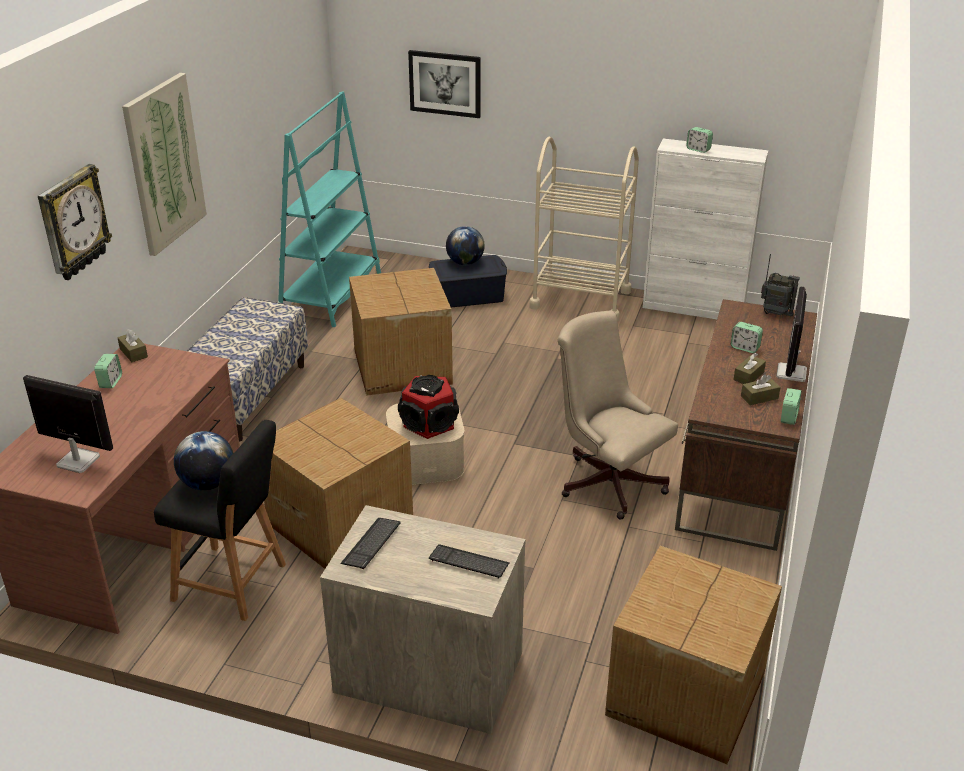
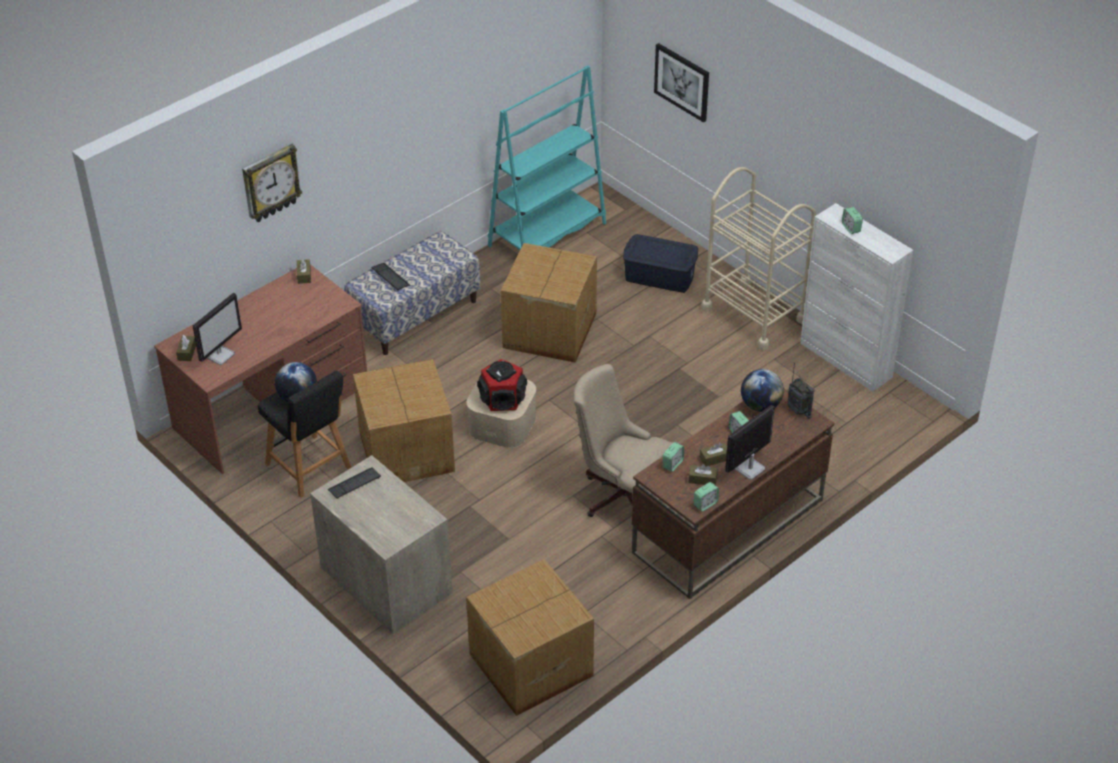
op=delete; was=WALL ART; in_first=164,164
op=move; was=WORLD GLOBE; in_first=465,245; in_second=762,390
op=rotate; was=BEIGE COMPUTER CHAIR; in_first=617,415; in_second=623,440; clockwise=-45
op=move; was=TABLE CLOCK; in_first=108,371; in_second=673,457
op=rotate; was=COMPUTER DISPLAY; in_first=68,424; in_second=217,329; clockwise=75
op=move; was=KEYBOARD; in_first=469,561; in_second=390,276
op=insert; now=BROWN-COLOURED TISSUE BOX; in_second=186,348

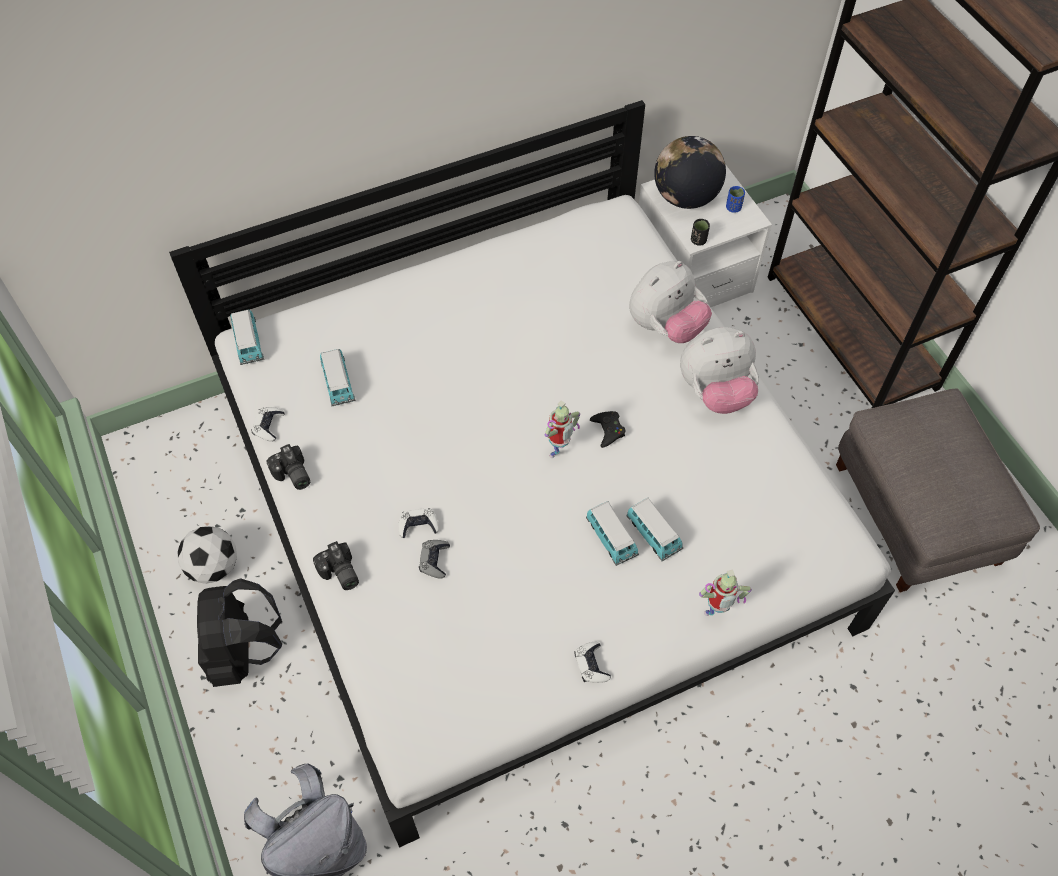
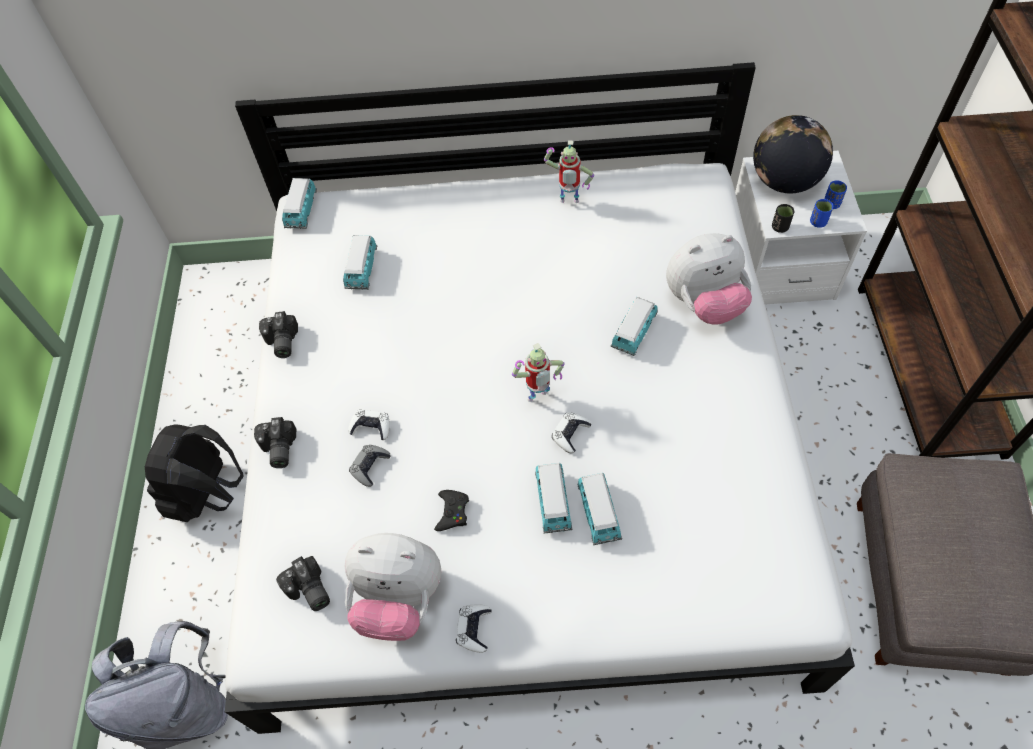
op=move; was=PLUSH TOY; in_first=719,370; in_second=392,587
op=move; was=WHITE-COLOURED GAMEPAD; in_first=268,424; in_second=571,432
op=move; was=BLACKISH GAMEPAD; in_first=607,429; in_second=451,510
op=delete; was=FOOTBALL; in_first=207,555
op=move; was=TOY ROBOT; in_first=725,592; in_second=569,172
op=insert; now=BLUISH DRINKING CUP; in_second=821,213
op=insert; now=MODEL CAR; in_second=634,326
op=insert; now=PHOTO CAMERA; in_second=303,583

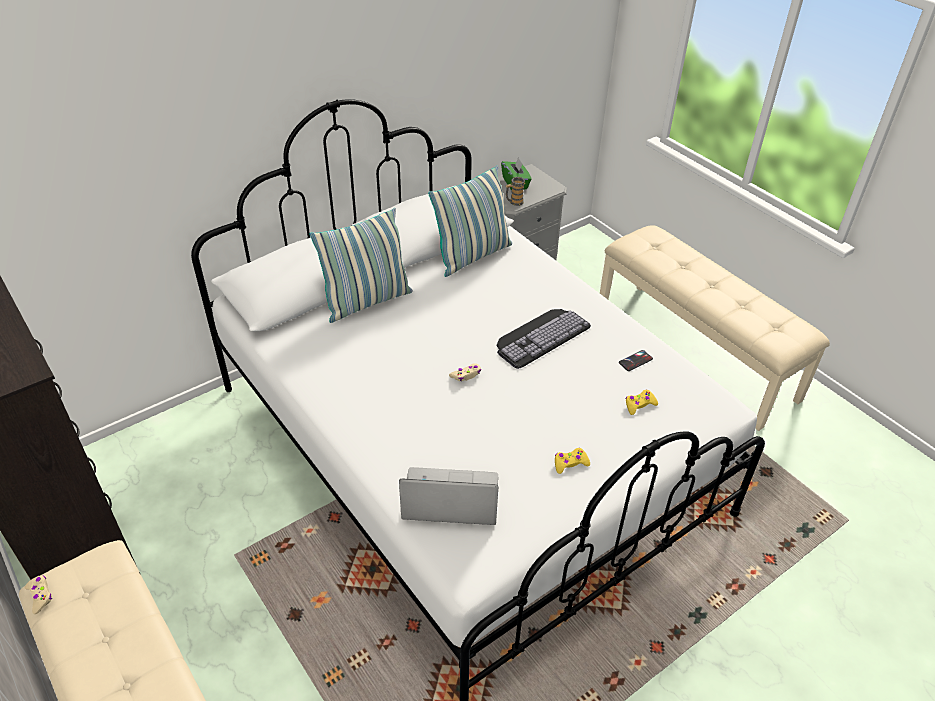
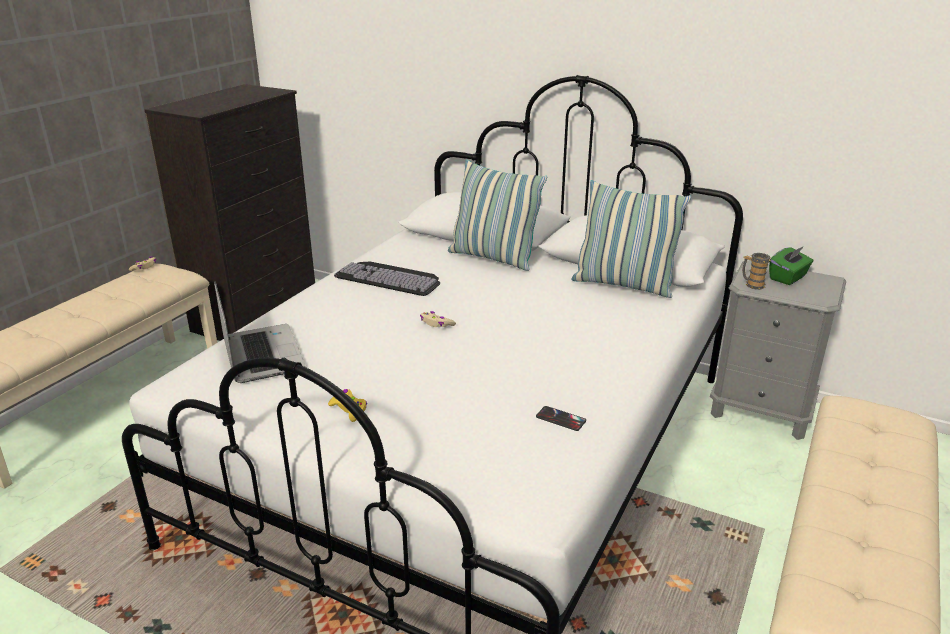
op=move; was=KEYBOARD; in_first=544,339; in_second=387,278
op=delete; was=YELLOW-COLOURED GAMEPAD; in_first=642,402

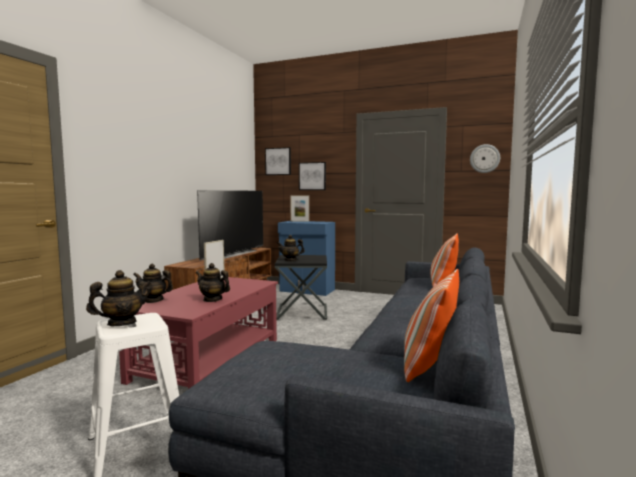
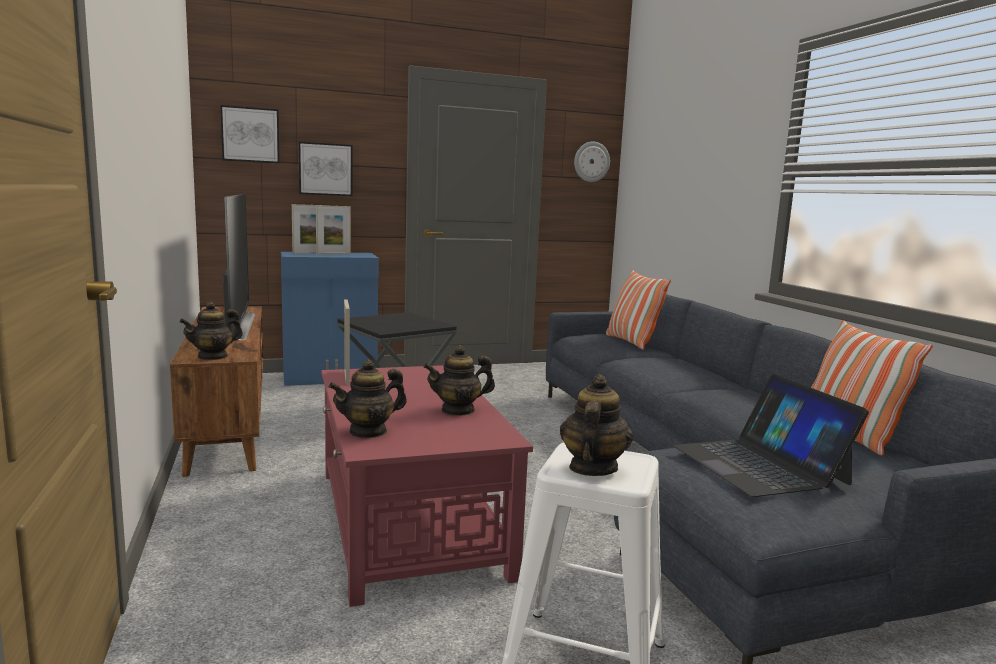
op=move; was=POT FOR TEA; in_first=291,248; in_second=211,330
op=insert; now=PHOTO FRAME; in_second=333,229
op=insert; now=LAPTOP; in_second=771,435

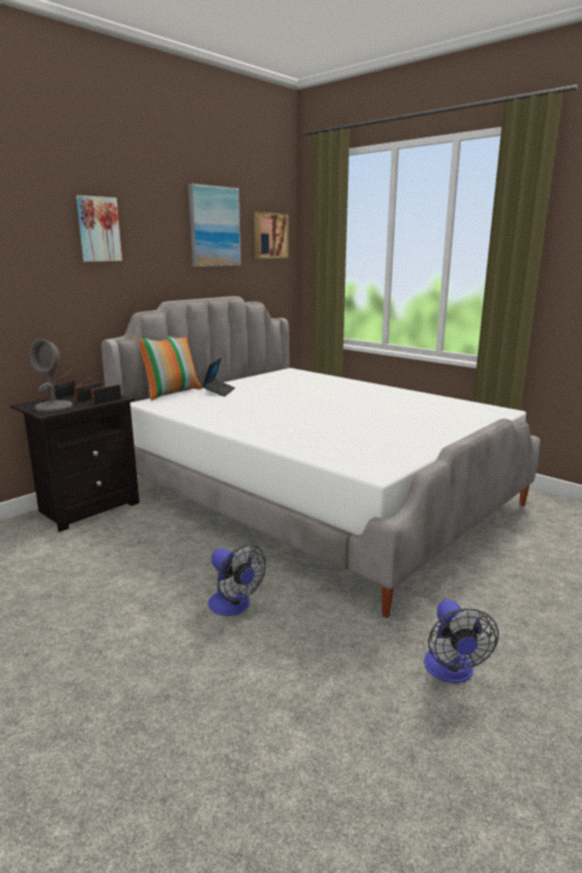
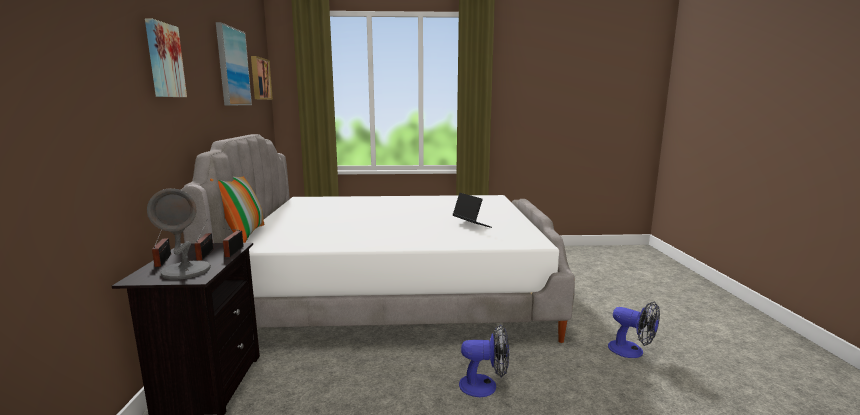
op=move; was=LAPTOP; in_first=218,377; in_second=472,210

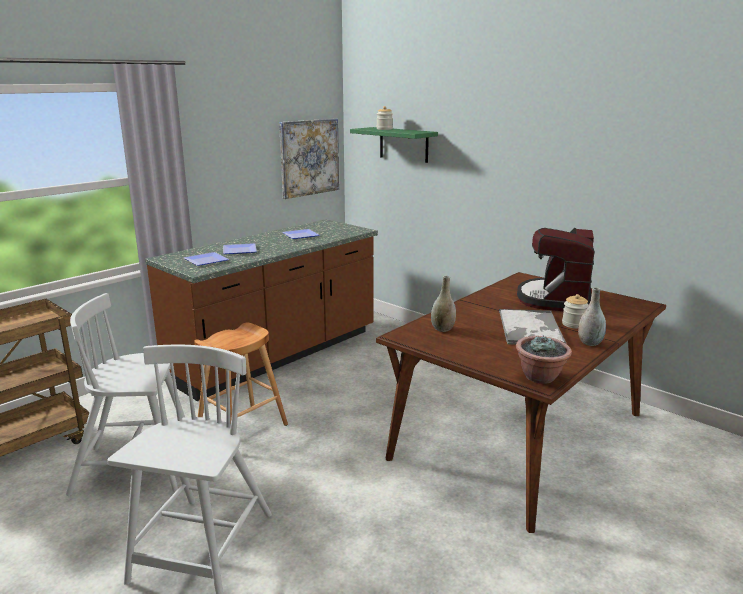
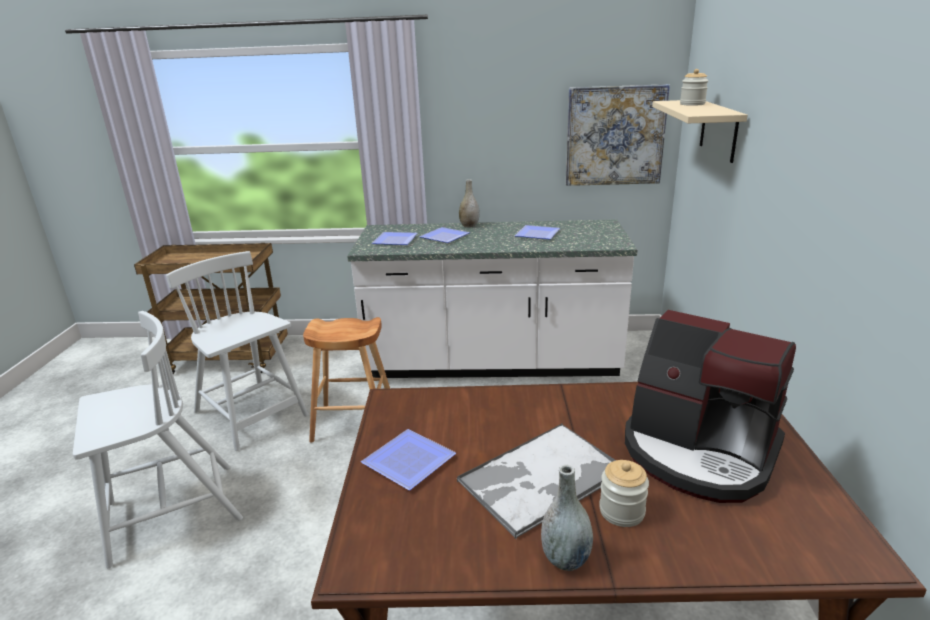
op=recolor; was=GREENISH WALL SHELF; now=BEIGE WALL SHELF; in_first=394,145; in_second=700,131
op=recolor; was=BROWN-COLOURED COUNTER; now=WHITE-COLOURED COUNTER; in_first=261,310; in_second=492,298
op=rotate; was=COFFEE MACHINE; in_first=555,269; in_second=710,406; clockwise=-120
op=move; was=GREYISH DECORATIVE VASE; in_first=443,304; in_second=469,203
op=delete; was=POTTED PLANT; in_first=544,359
op=insert; now=FLAT DISH; in_second=408,459

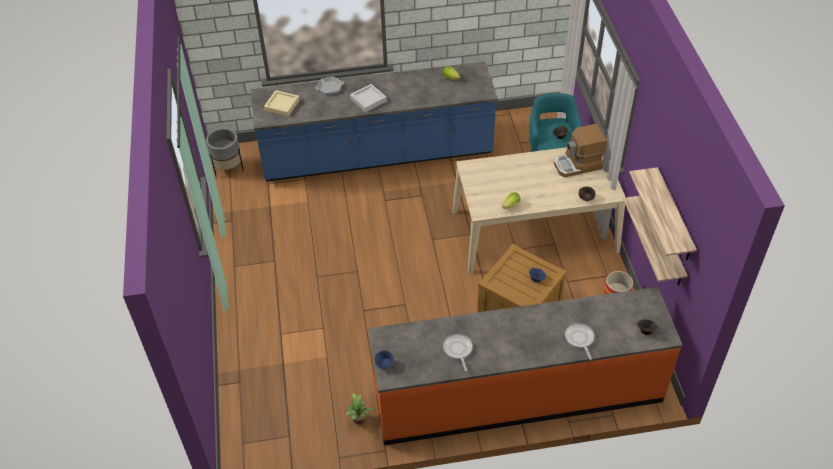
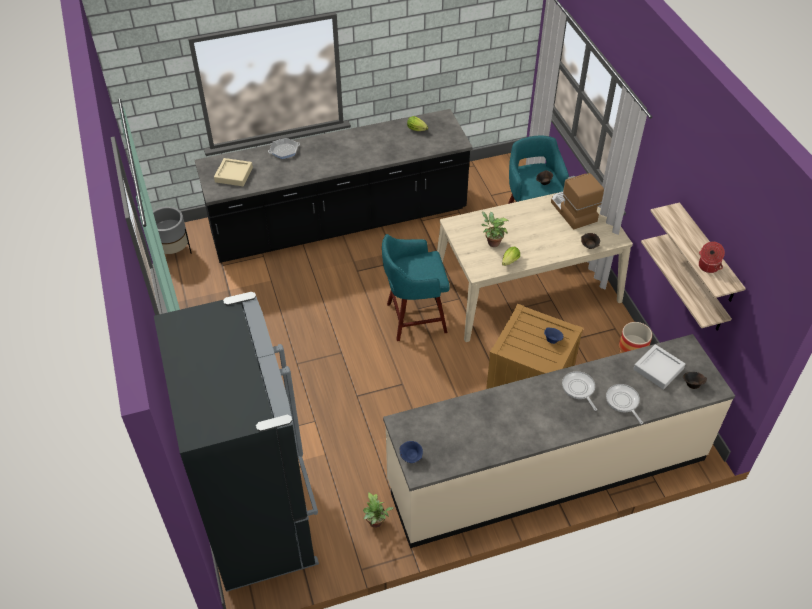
op=recolor; was=BLUISH COUNTER; now=BLACKISH COUNTER; in_first=374,121; in_second=334,186
op=move; was=GREYISH TRAY; in_first=368,98; in_second=659,367
op=rotate; was=COFFEE MACHINE; in_first=580,150; in_second=577,201; clockwise=90
op=recolor; was=ORANGEY COUNTER; now=BEIGE COUNTER; in_first=525,366; in_second=559,441
op=move; was=PAN; in_first=458,352; in_second=579,391
op=insert; now=POTTED PLANT; in_second=494,229
op=insert; now=BLUE-GREEN SITTING STOOL; in_second=416,287
op=insert; now=SAUCEPOT; in_second=712,257
op=insert; now=BLACKISH KITCHEN FRIDGE; in_second=236,442

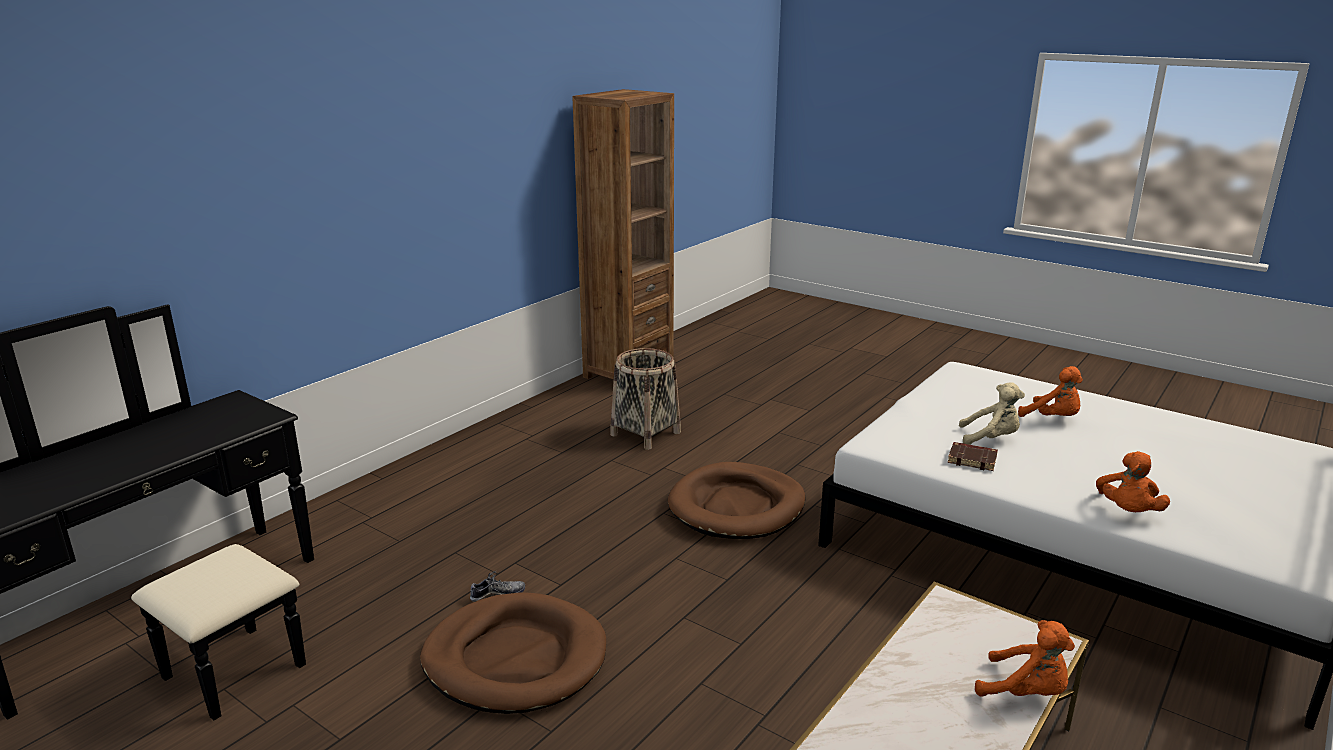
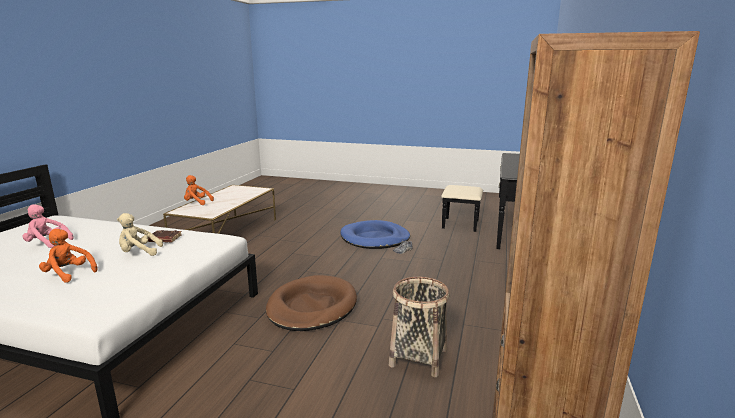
op=delete; was=ORANGEY PLUSH TOY; in_first=1133,481
op=recolor; was=BROWN-COLOURED DOG BED; now=BLUISH DOG BED; in_first=513,653; in_second=375,234
op=insert; now=PINK-COLOURED PLUSH TOY; in_second=48,226

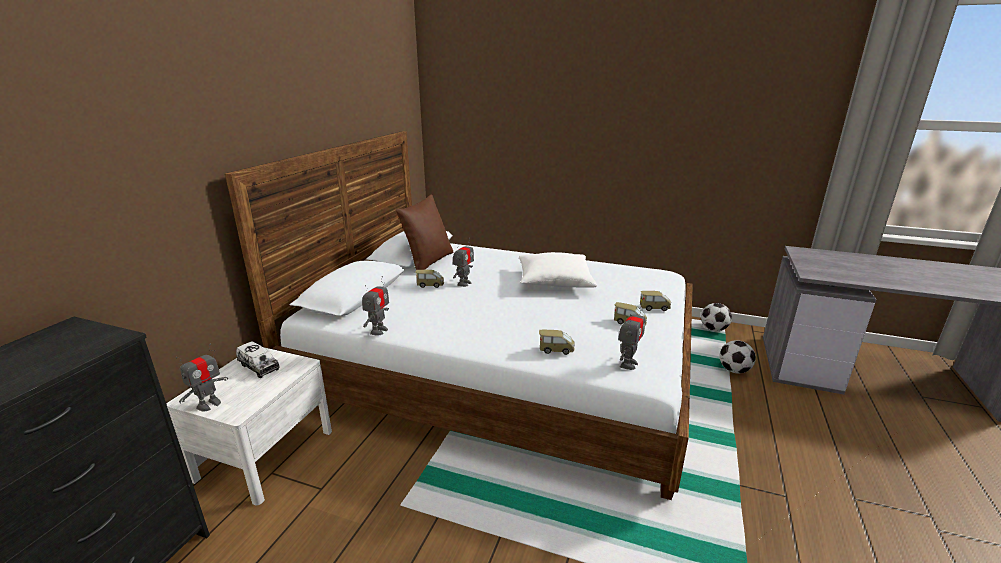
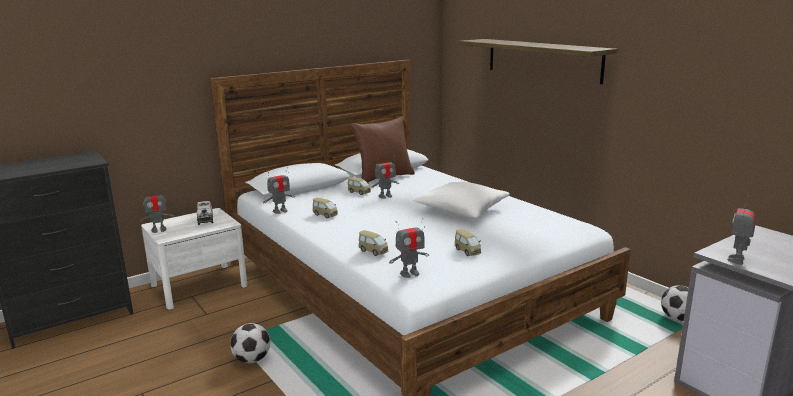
op=move; was=MODEL CAR; in_first=655,301; in_second=325,208
op=move; was=FOOTBALL; in_first=737,356; in_second=250,343
op=insert; now=WALL SHELF; in_second=538,61
op=insert; now=TOY ROBOT; in_second=741,230

